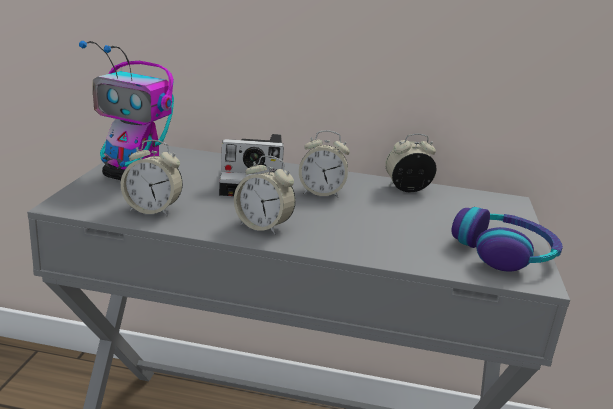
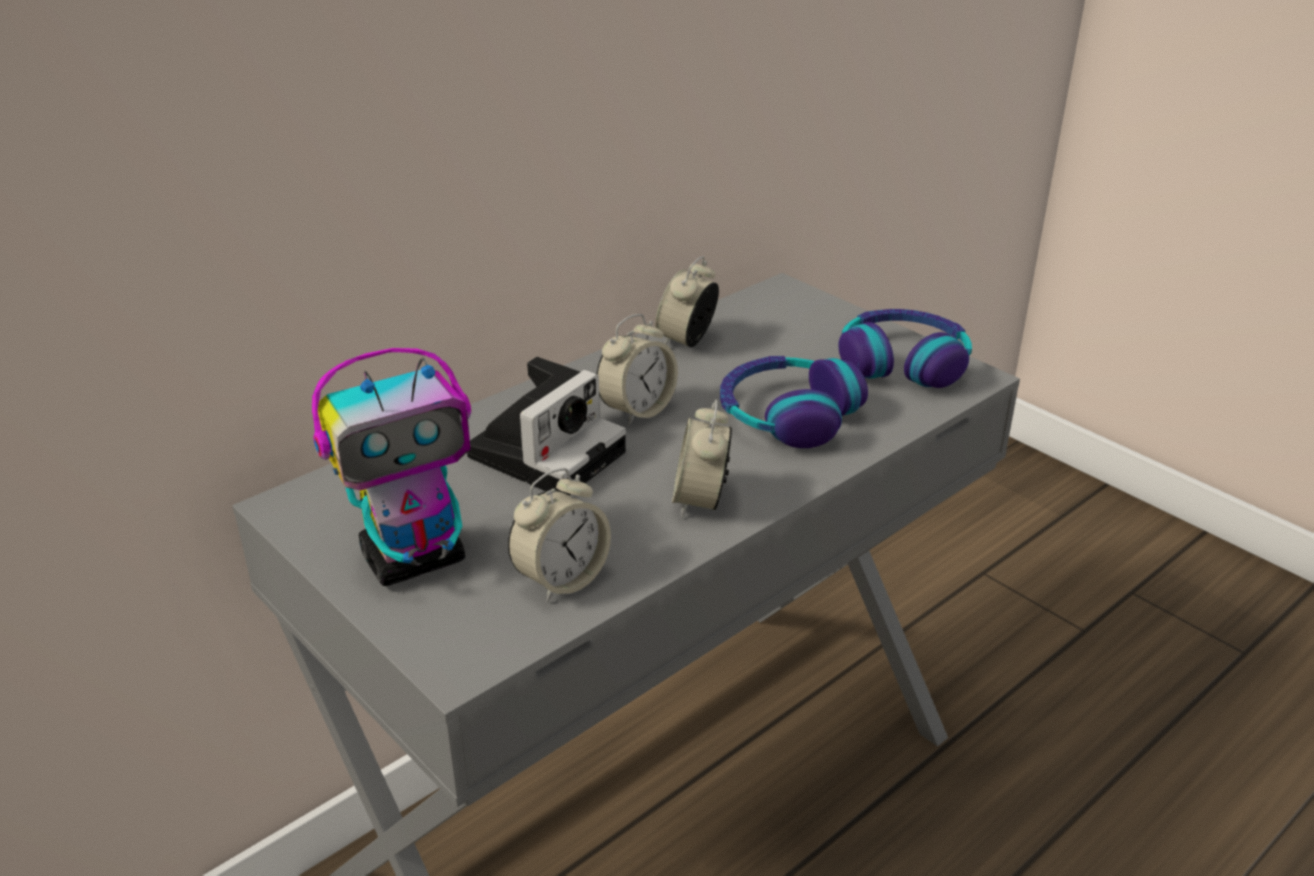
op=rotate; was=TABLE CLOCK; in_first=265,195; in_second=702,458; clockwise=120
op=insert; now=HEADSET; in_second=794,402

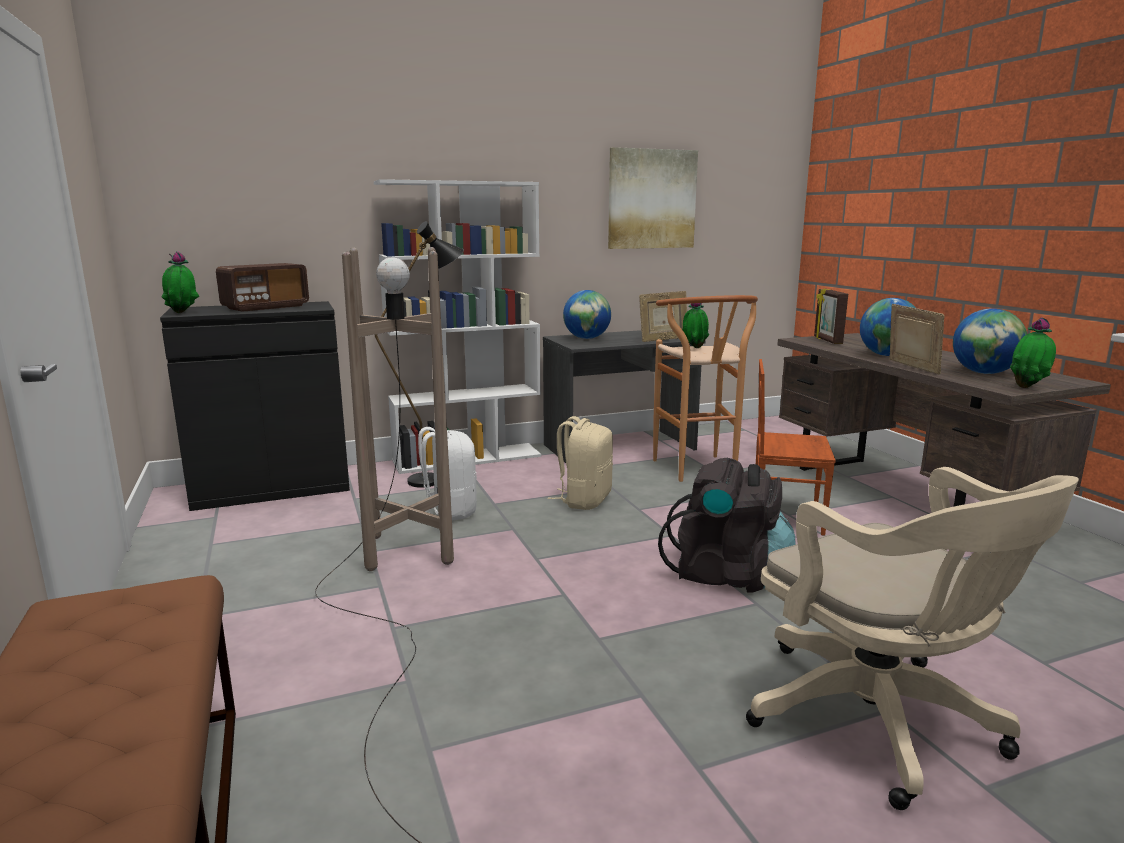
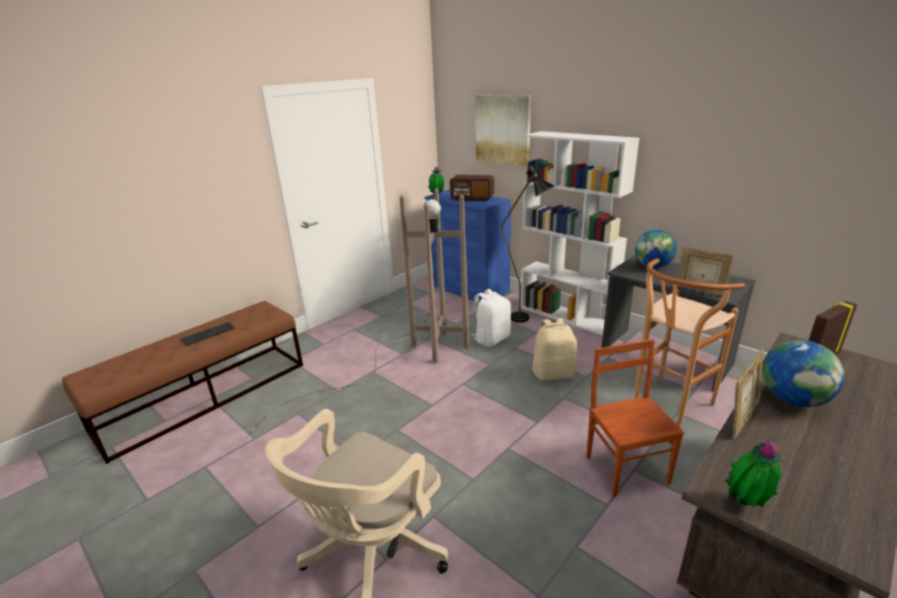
op=move; was=WALL ART; in_first=653,198; in_second=503,131
op=recolor; was=BLACKISH CABINET; now=BLUISH CABINET; in_first=255,406; in_second=467,246
op=delete; was=POTTED PLANT; in_first=695,325
op=delete; was=WORLD GLOBE; in_first=990,341
op=delete; was=BLACKISH KNAPSACK; in_first=727,525
op=insert; now=KEYBOARD; in_second=208,334

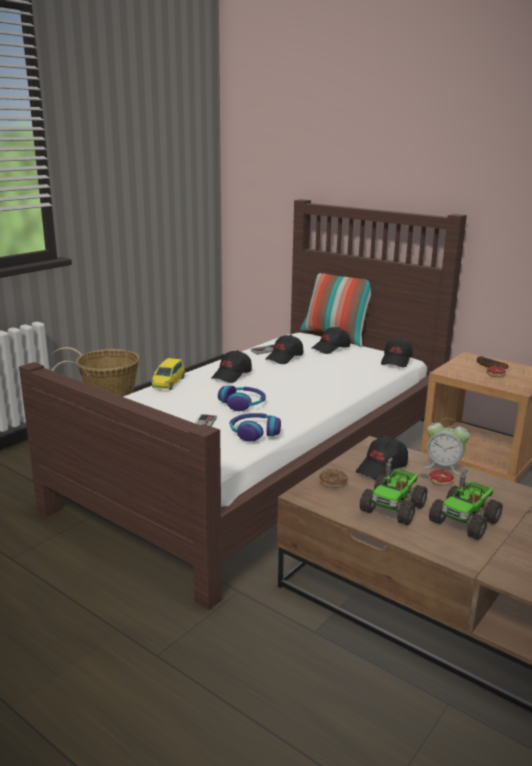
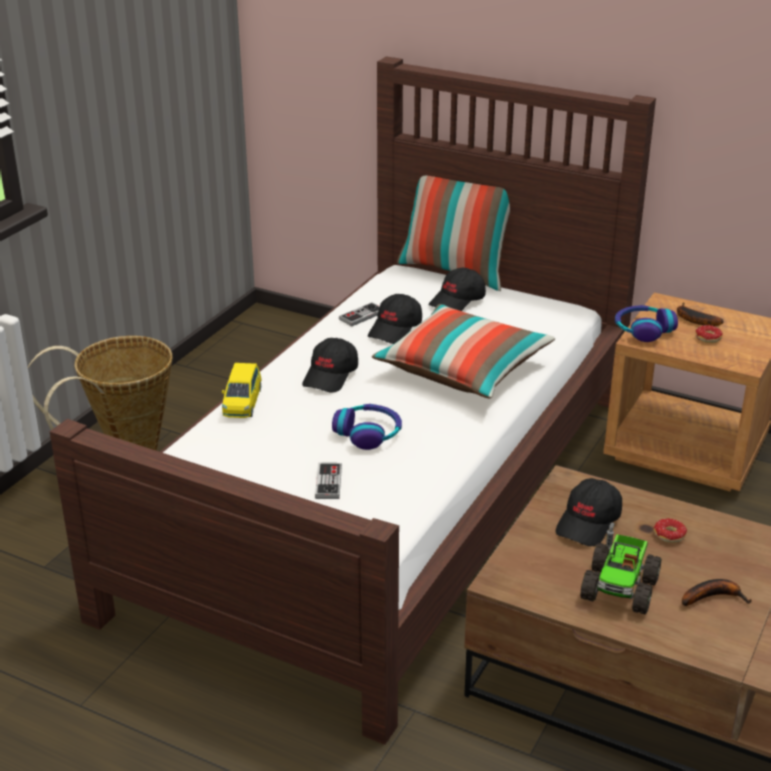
op=delete; was=BLACKISH BASEBALL CAP; in_first=397,352
op=move; was=HEADSET; in_first=255,427; in_second=646,323
op=delete; was=TABLE CLOCK; in_first=447,446
op=delete; was=DOUGHNUT; in_first=333,478
op=replace; was=TOY TRUCK; now=BANANA; in_first=466,504; in_second=716,592
op=insert; now=CUSHION; in_second=463,351

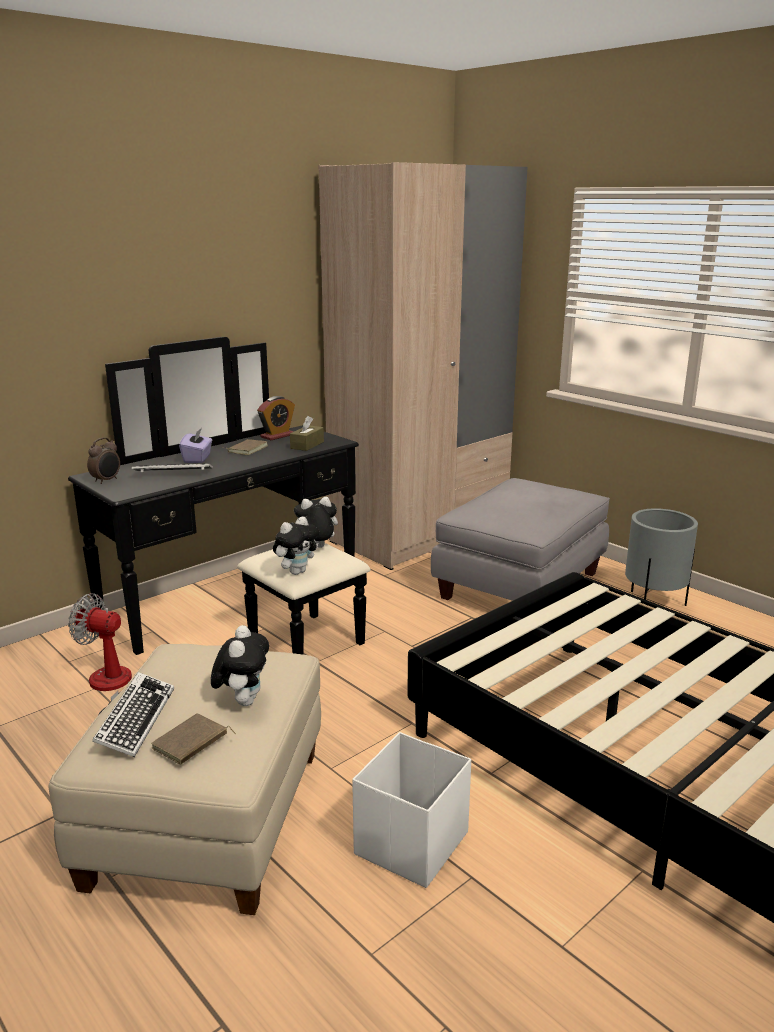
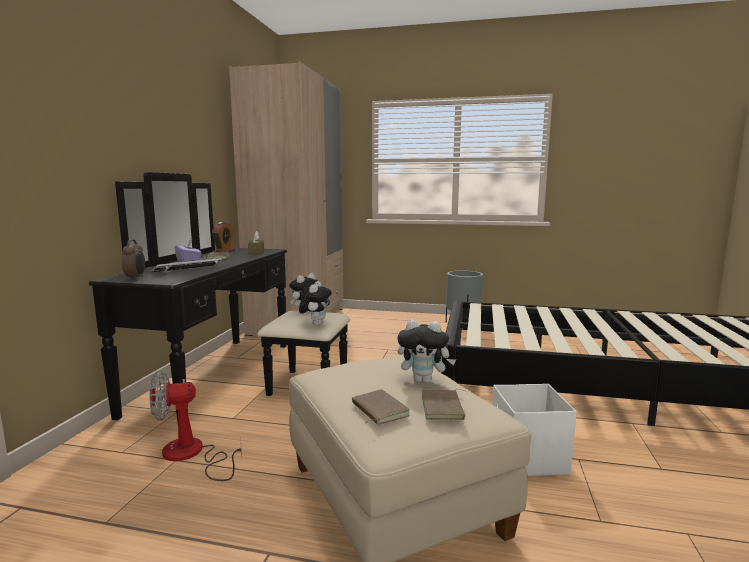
op=delete; was=GREYISH POUFFE; in_first=520,539
op=rotate; was=PLUSH TOY; in_first=240,665; in_second=426,351; clockwise=135
op=replace; was=KEYBOARD; now=BROWN-COLOURED VOLUME; in_first=133,714; in_second=381,407

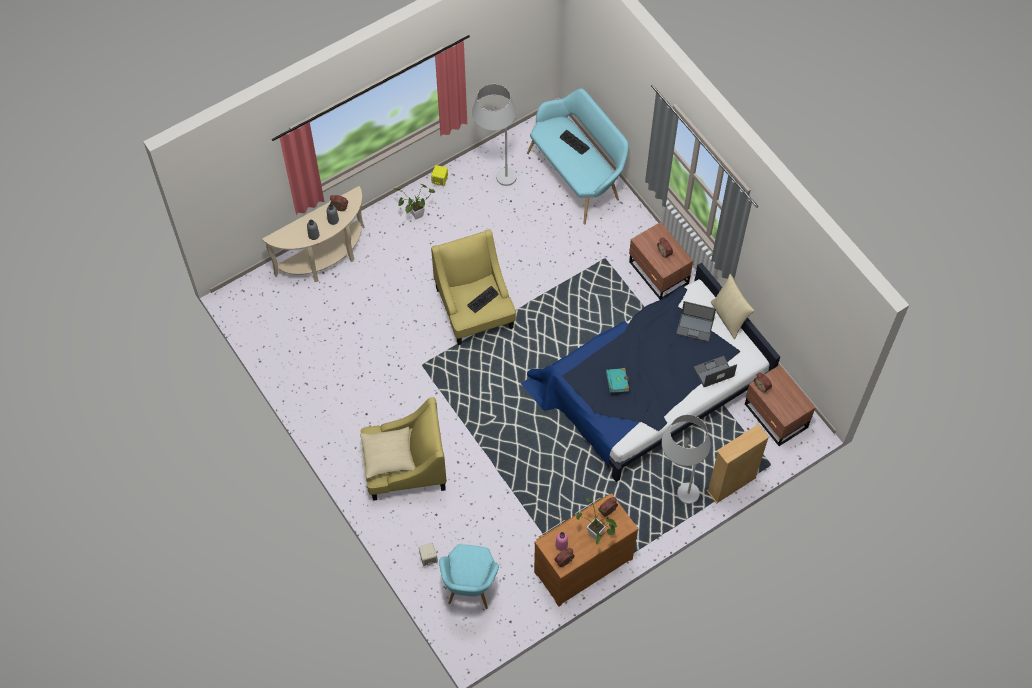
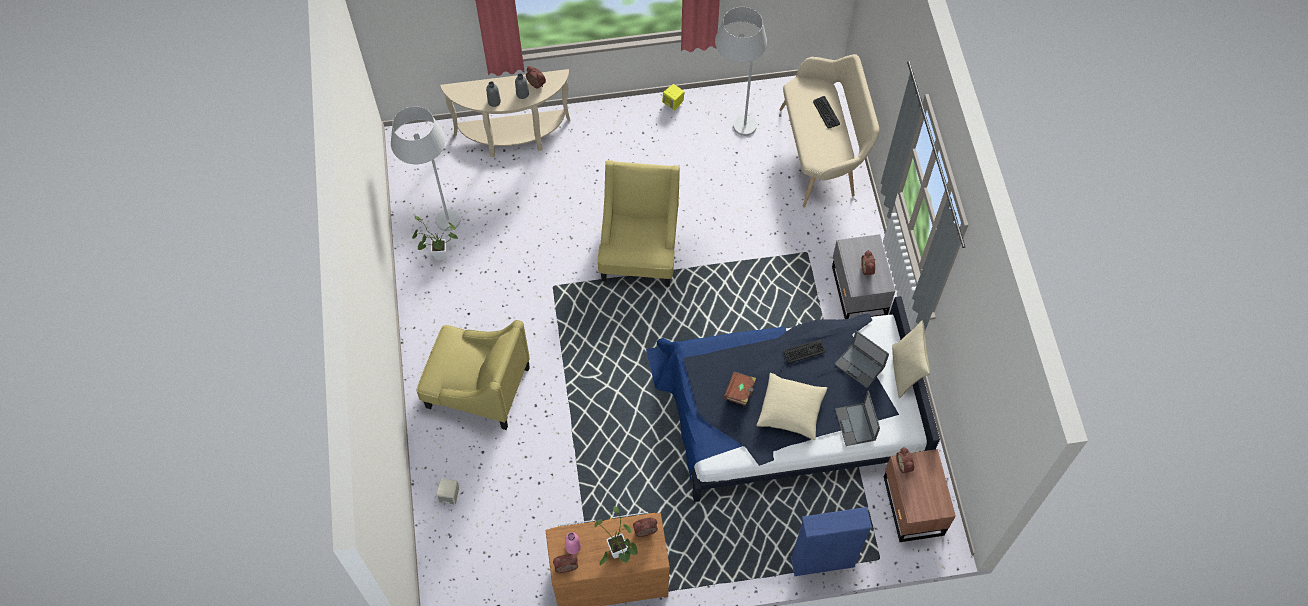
op=recolor; was=BLUE-GREEN INDOOR BENCH; now=BEIGE INDOOR BENCH; in_first=578,156; in_second=829,131
op=move; was=POTTED PLANT; in_first=414,201; in_second=435,238
op=recolor; was=BROWN-COLOURED NIGHTSTAND; now=GREYISH NIGHTSTAND; in_first=661,261; in_second=863,276
op=move; was=KEYBOARD; in_first=482,299; in_second=804,351
op=rotate; was=LAPTOP; in_first=715,371; in_second=857,418; clockwise=-105
op=recolor; was=BLUE-GREEN VOLUME; now=BROWN-COLOURED VOLUME; in_first=617,380; in_second=740,389
op=move; was=WHITE-COLOURED FLOOR LAMP; in_first=686,459; in_second=425,168
op=recolor; was=BEIGE BOOKCASE; now=BLUISH BOOKCASE; in_first=737,464; in_second=831,541
op=move; was=BEIGE CUSHION; in_first=387,453; in_second=791,406
op=delete; was=BLUE-GREEN EASY CHAIR; in_first=469,576

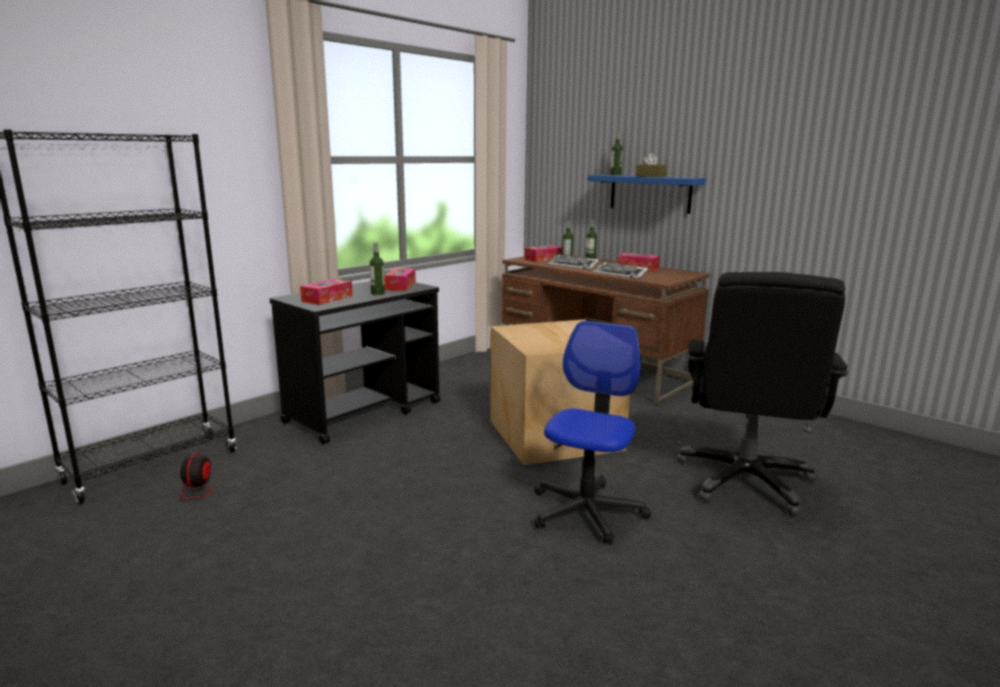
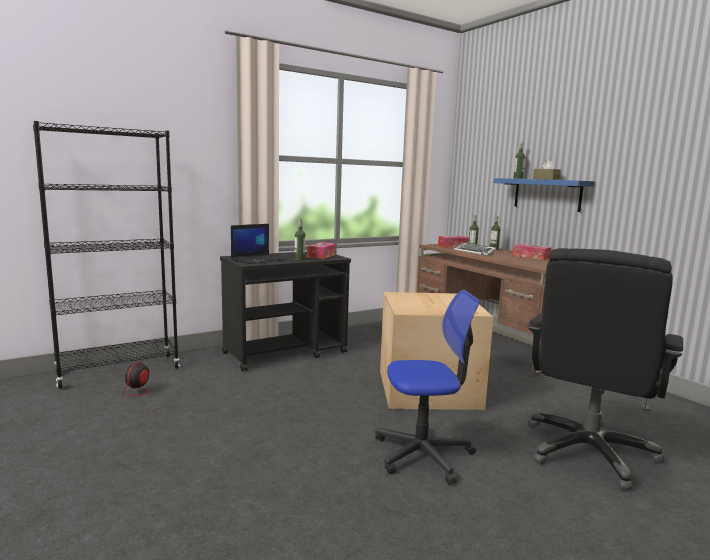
op=delete; was=KEYBOARD; in_first=620,270
op=replace; was=TISSUE BOX; now=LAPTOP; in_first=326,292; in_second=259,244
op=rotate; was=COMPUTER CHAIR; in_first=592,433; in_second=427,387; clockwise=45

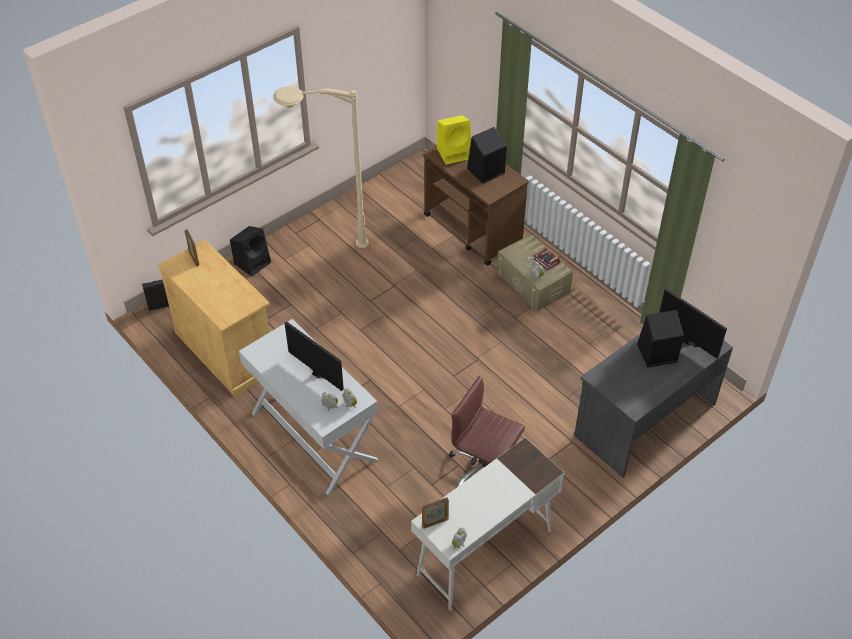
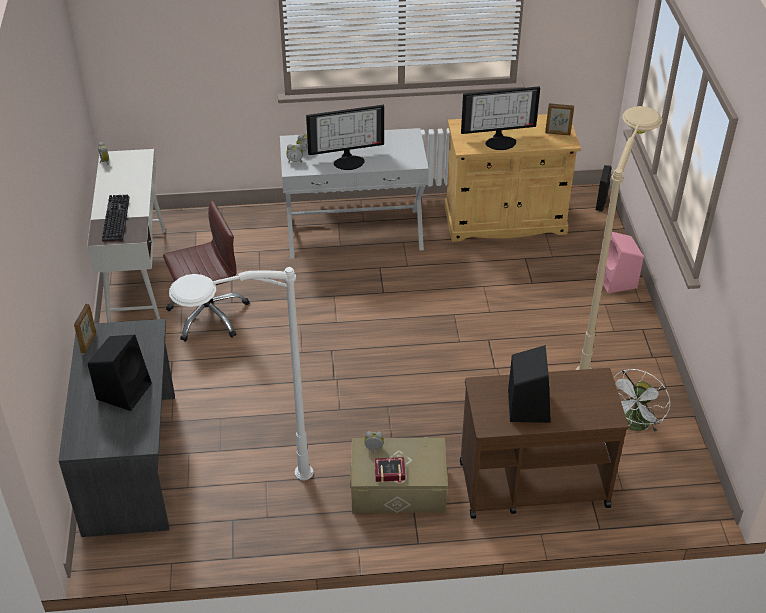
op=delete; was=YELLOW-COLOURED AUDIO SPEAKER; in_first=454,140
op=recolor; was=BLACKISH AUDIO SPEAKER; now=PINK-COLOURED AUDIO SPEAKER; in_first=250,251; in_second=620,262
op=move; was=COMPUTER DISPLAY; in_first=693,323; in_second=500,118
op=move; was=PHOTO FRAME; in_first=435,513; in_second=85,329
op=insert; now=KEYBOARD; in_second=115,218
op=insert; now=WHITE-COLOURED FLOOR LAMP; in_second=241,374
op=insert; now=WHITE-COLOURED COOLING FAN; in_second=641,401

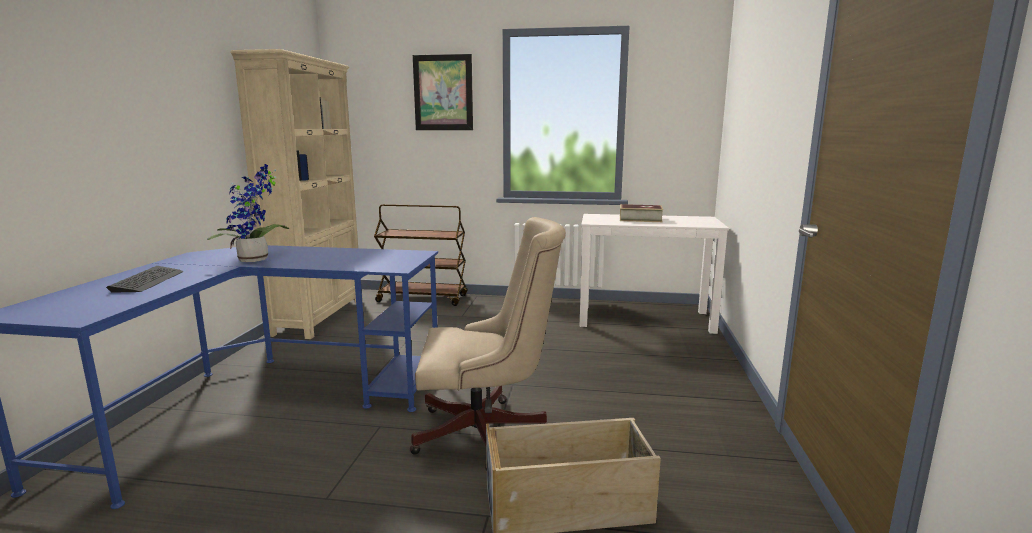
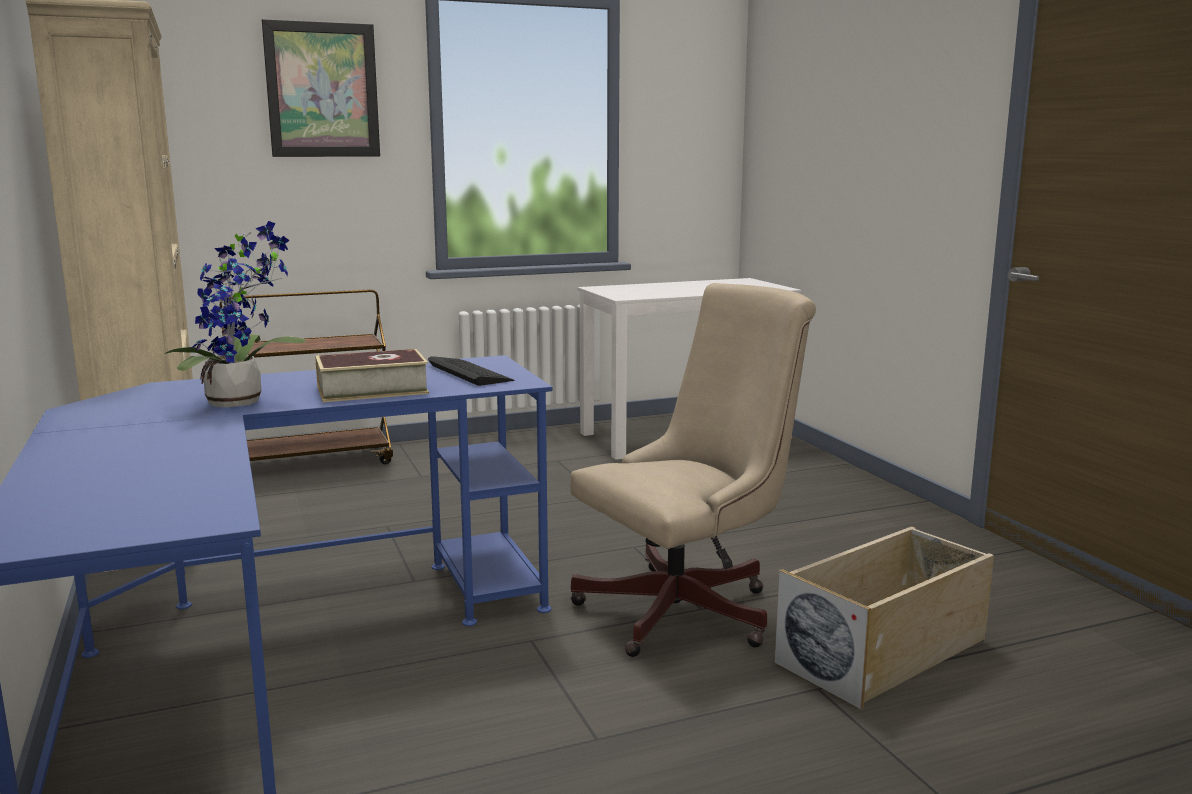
op=move; was=VOLUME; in_first=641,213; in_second=372,375
op=move; was=KEYBOARD; in_first=144,279; in_second=471,371

